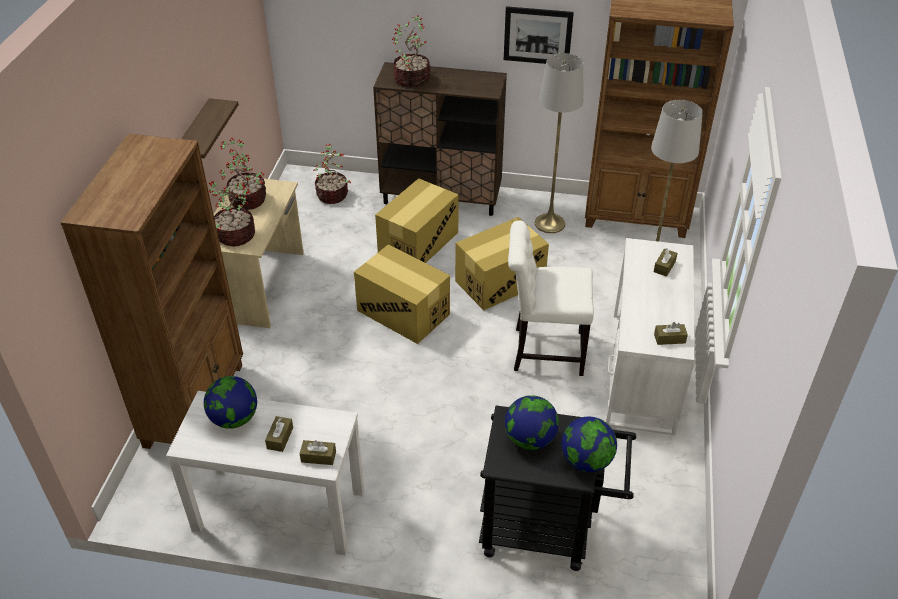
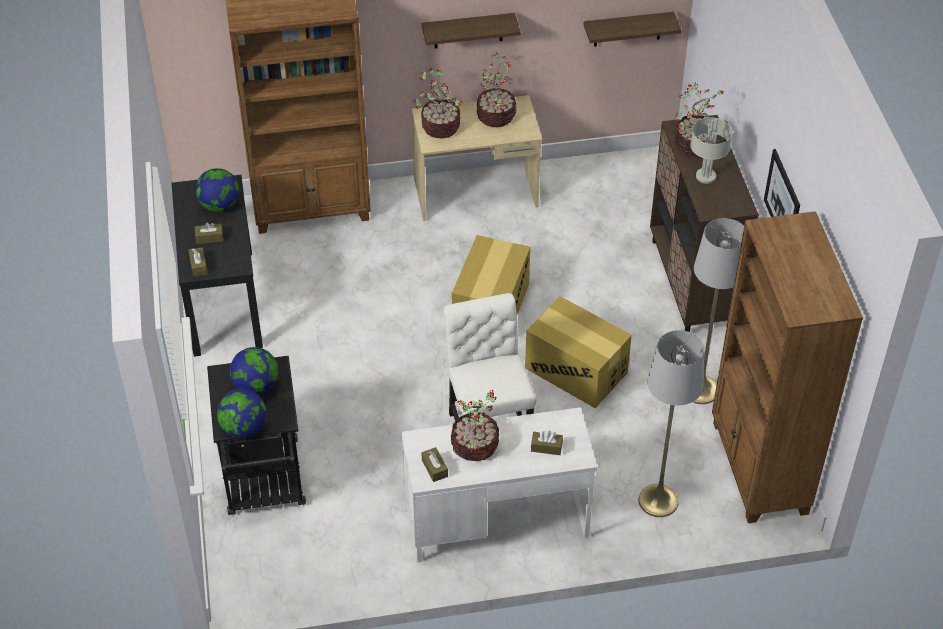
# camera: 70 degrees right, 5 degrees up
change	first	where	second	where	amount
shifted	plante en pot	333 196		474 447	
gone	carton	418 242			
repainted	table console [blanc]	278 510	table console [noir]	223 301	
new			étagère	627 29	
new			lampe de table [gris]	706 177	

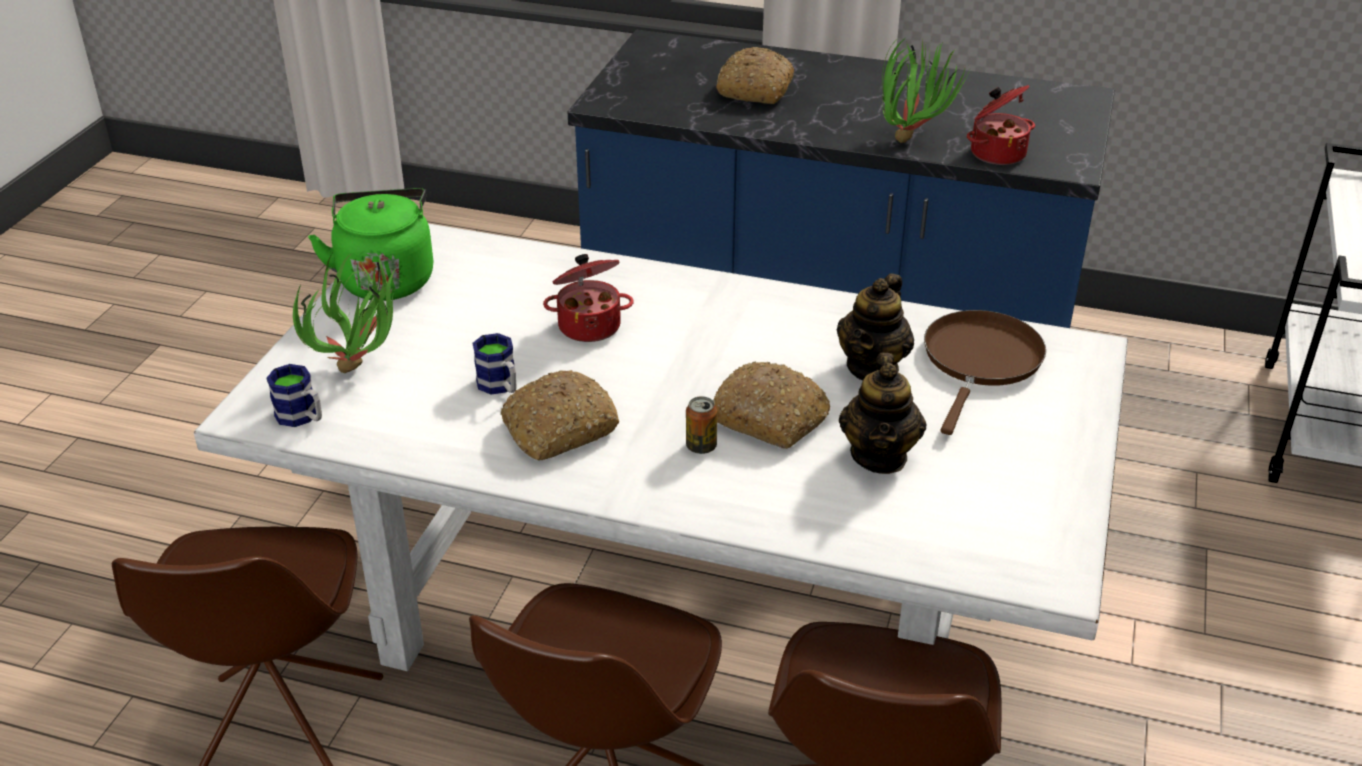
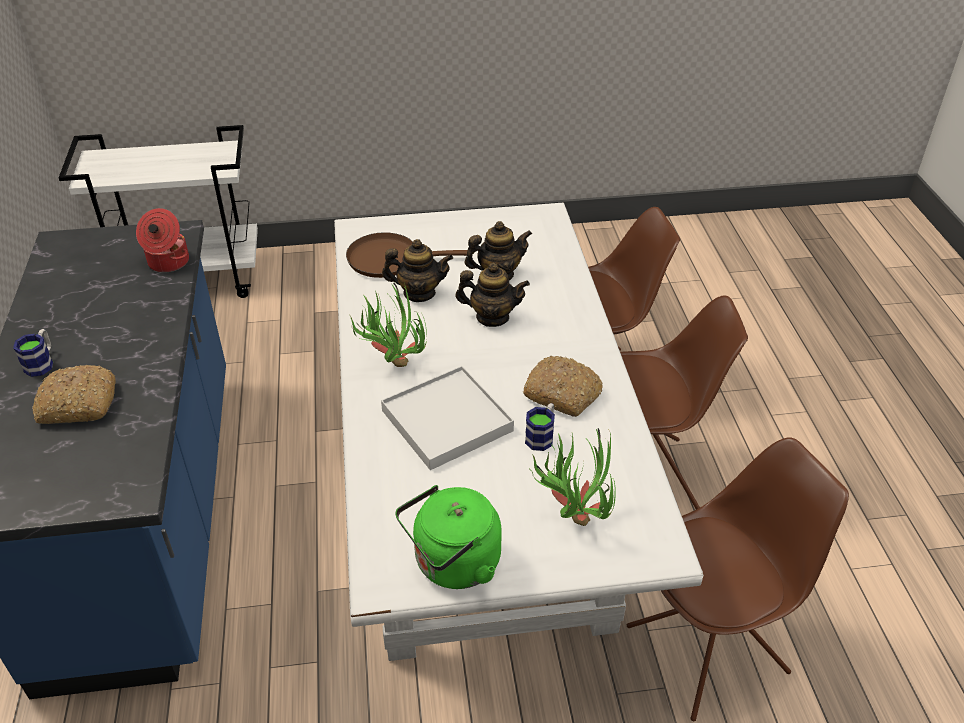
# camera: 115 degrees left, 5 degrees up
change	first	where	second	where	amount
shifted	plante en pot	912 138		392 362	
swapped	marmite	589 325	plateau [blanc]	447 421	
swapped	pain	771 417	théière	492 317	
shifted	mug	302 417		42 362	
gone	boîte métallique	701 446			

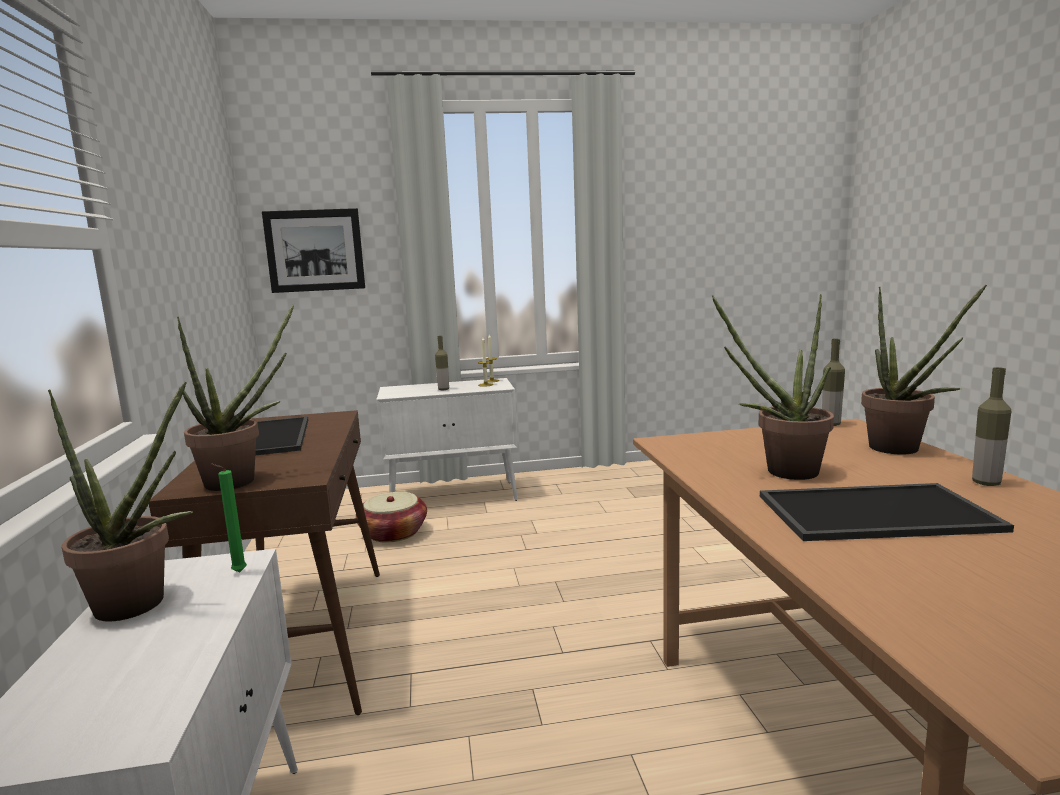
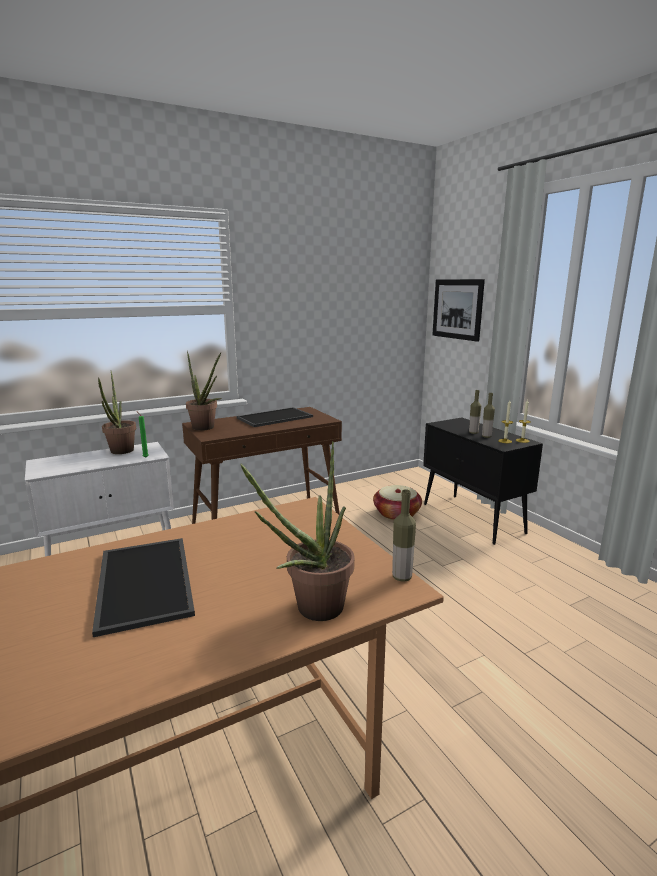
# camera: 70 degrees right, 5 degrees up
change	first	where	second	where	amount
gone	plante en pot	781 472			
shifted	bouteille	986 483		486 436	
repainted	meuble de rangement [blanc]	454 497	meuble de rangement [noir]	473 518	

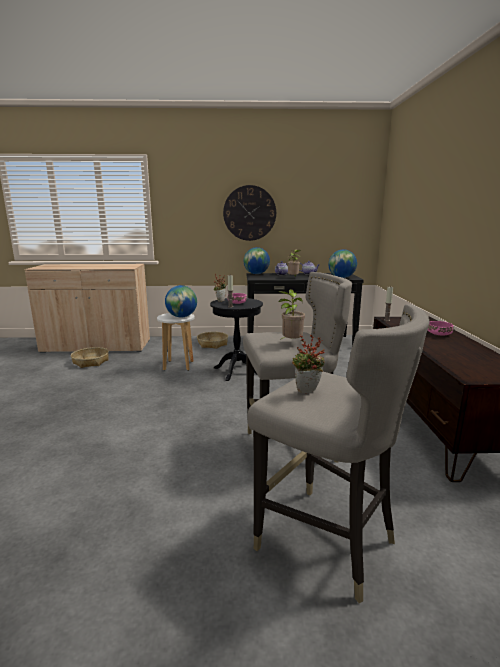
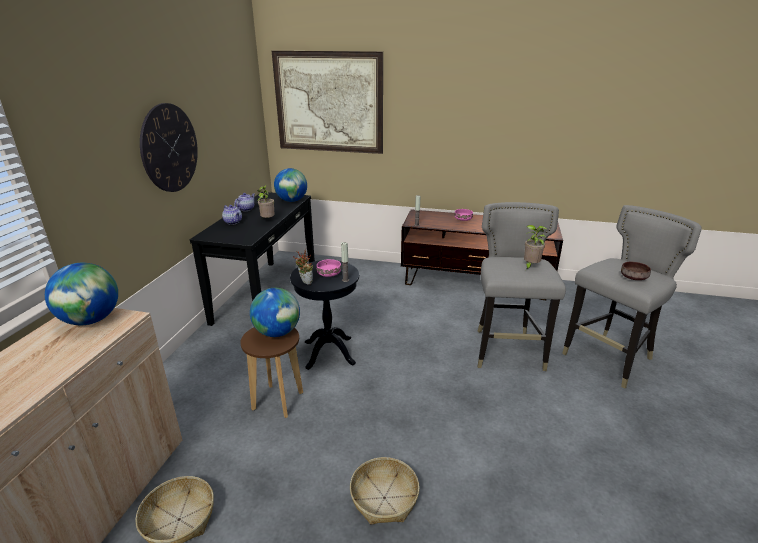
# camera: 75 degrees left, 10 degrees up
change	first	where	second	where	amount
shifted	globe	256 274		91 320	
repainted	tabouret [blanc]	178 365	tabouret [marron]	278 401	
shifted	panier	212 344		384 498	
swapped	plante en pot	307 392	bol [marron]	632 277	
new			tableau	328 103	

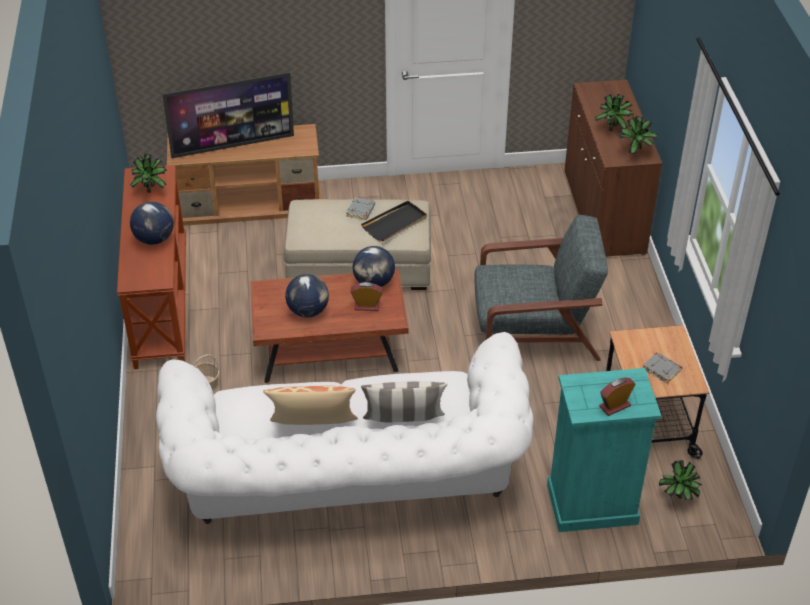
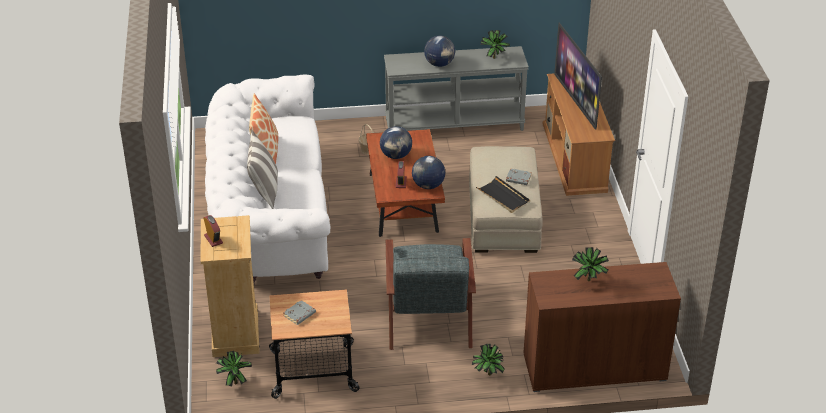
# camera: 90 degrees right, 5 degrees down
change	first	where	second	where	amount
shifted	plante en pot	636 154		487 375	
repainted	table console [marron]	160 302	table console [gris]	454 124	
repainted	commode [turquoise]	591 504	commode [beige]	235 333	

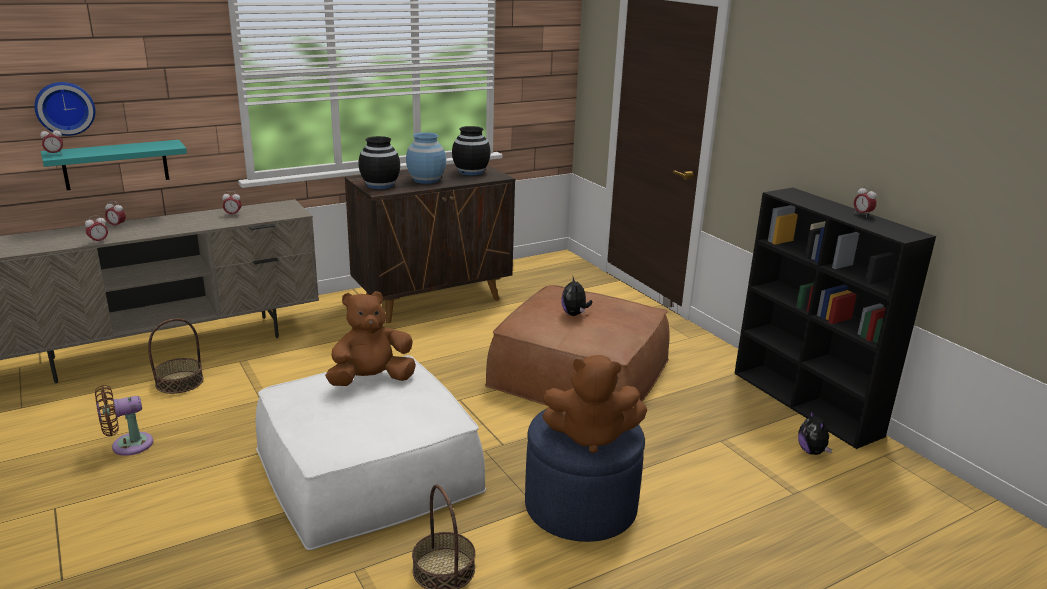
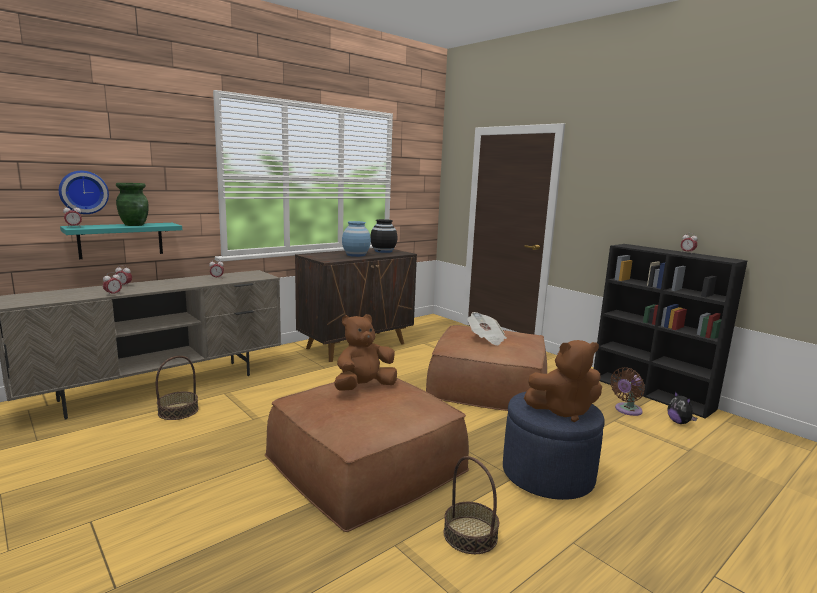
# camera: 10 degrees left, 10 degrees down
change	first	where	second	where	amount
gone	vase [noir]	380 185			
swapped	peluche	574 314	journal	486 339	
repainted	pouf [blanc]	368 469	pouf [marron]	366 462	
shifted	ventilateur [marron]	127 445		626 410	
new			vase [vert]	134 225	

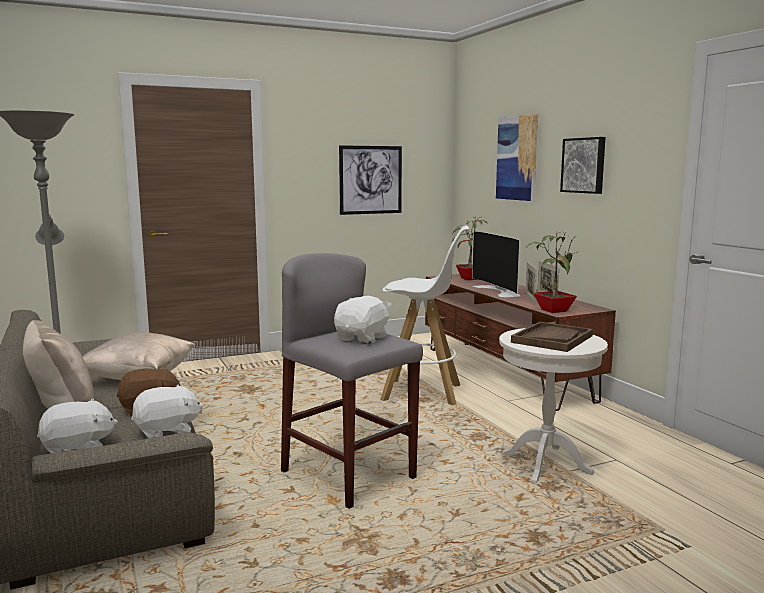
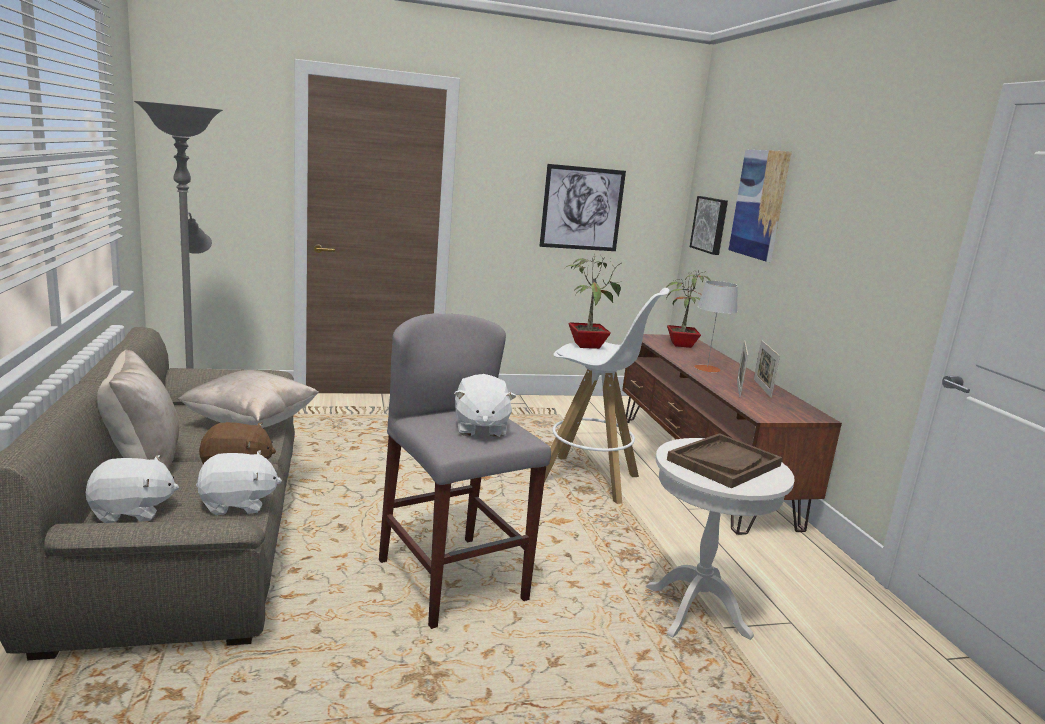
# camera: 10 degrees right, 5 degrees up
change	first	where	second	where	amount
shifted	tableau	584 165		710 225	
swapped	téléviseur	499 290	lampe de table [gris]	707 368	
shifted	plante en pot	553 310		586 345	
rotated	peluche [blanc]	362 338		480 428	135 degrees clockwise

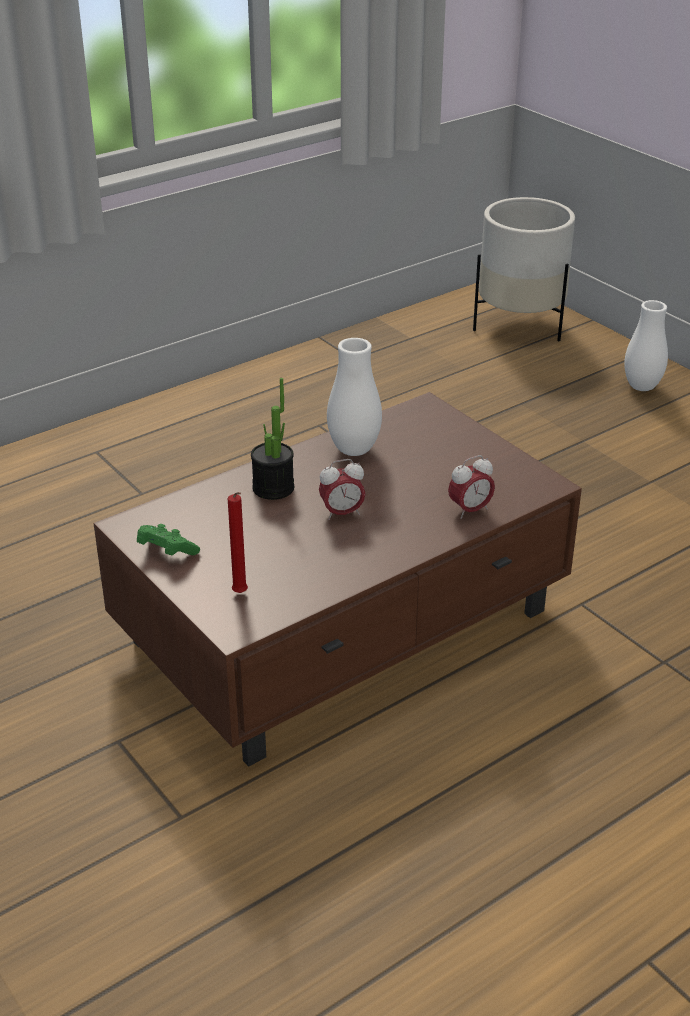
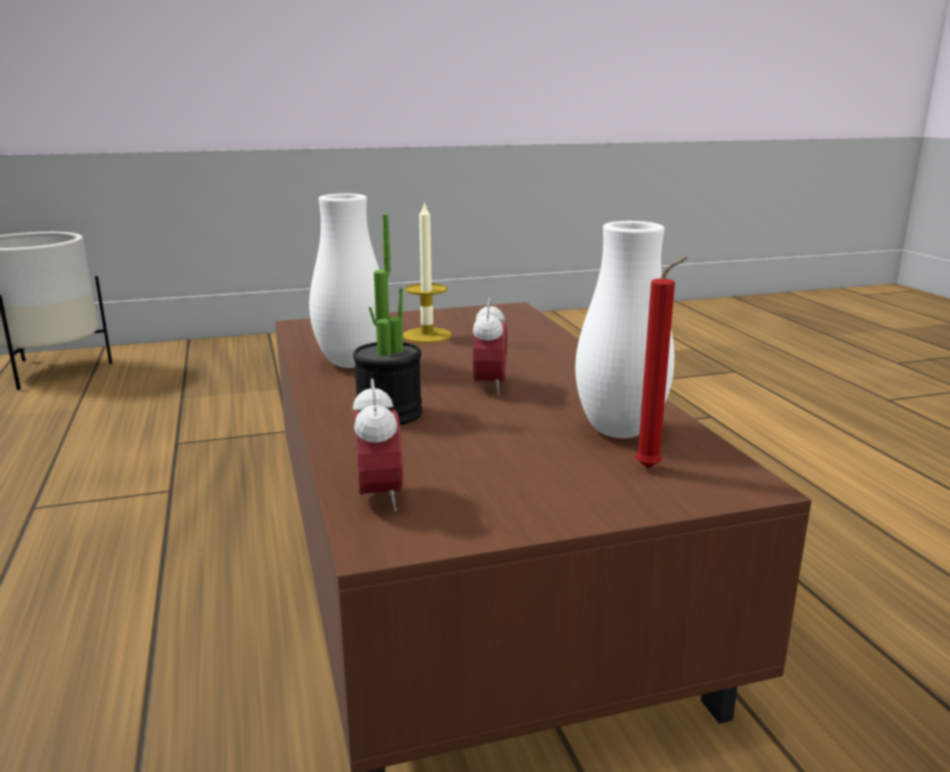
# camera: 70 degrees left, 15 degrees down
change	first	where	second	where	amount
shifted	vase [blanc]	641 387		619 431	
shifted	réveil	470 510		379 498	
gone	manette [vert]	166 552			
new			bougie	427 335	

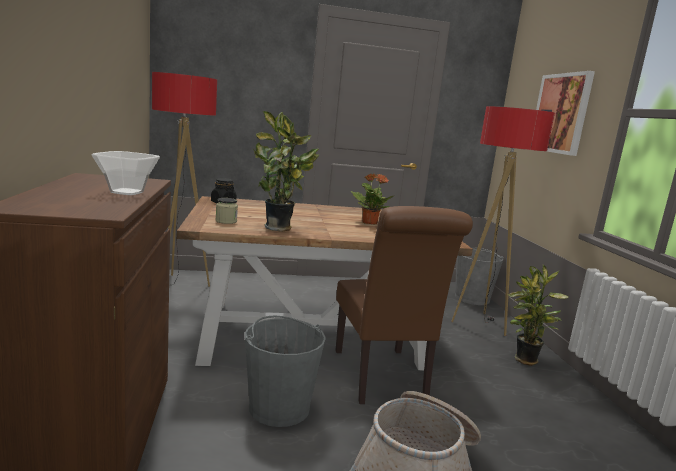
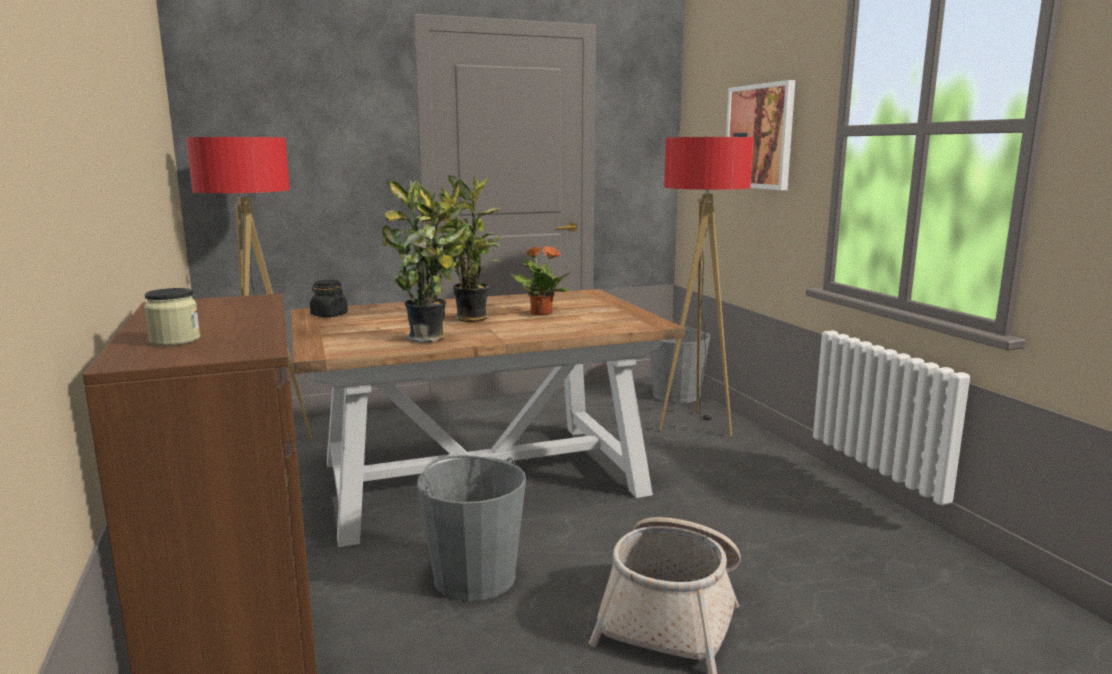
# camera: 10 degrees left, 0 degrees up
change	first	where	second	where	amount
gone	bol	128 192			
shifted	bocal	226 221		175 340	
gone	chaise [marron]	382 378			
shifted	plante en pot	524 361		469 319	

